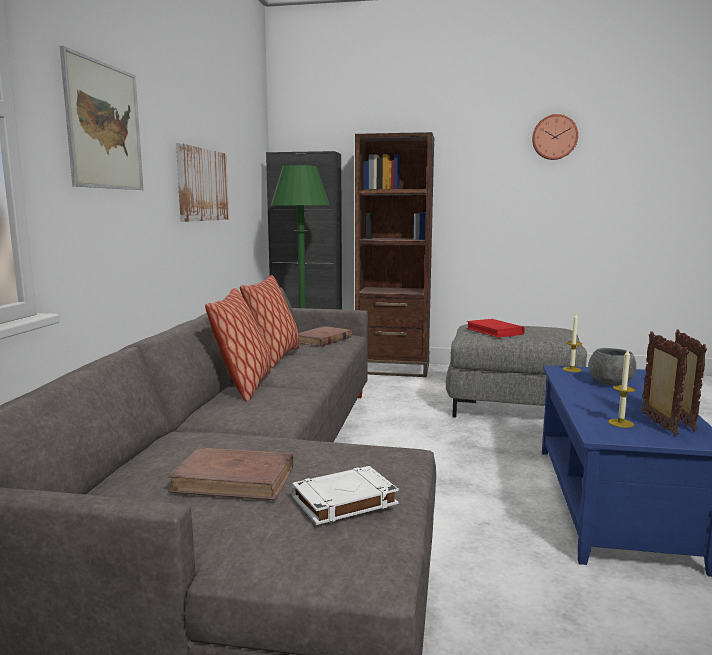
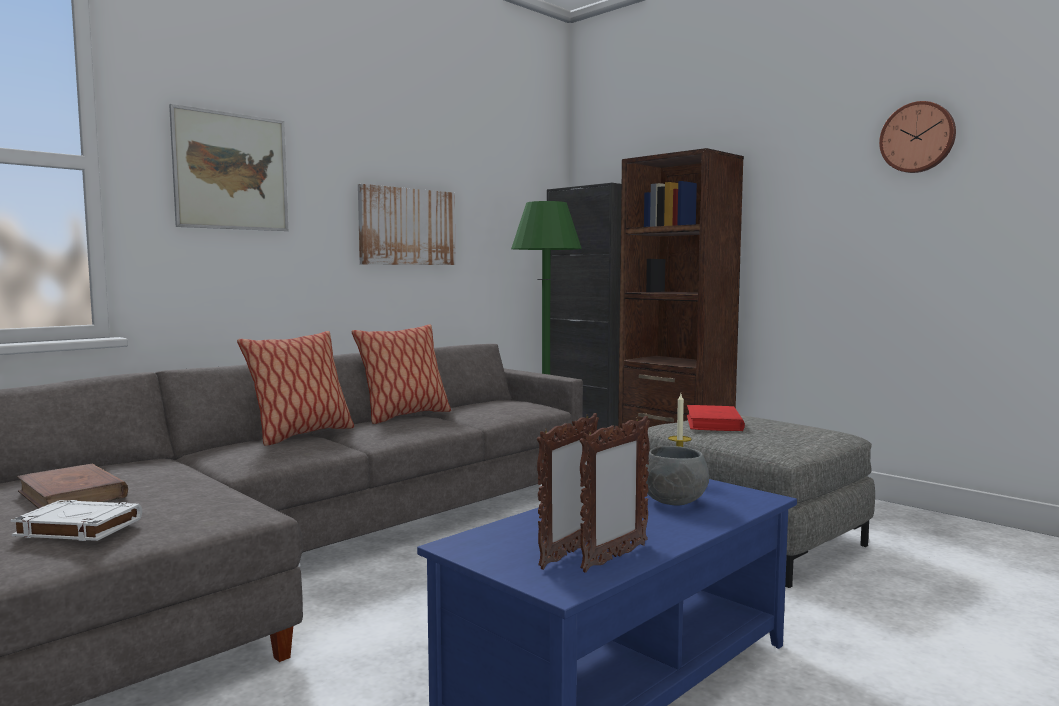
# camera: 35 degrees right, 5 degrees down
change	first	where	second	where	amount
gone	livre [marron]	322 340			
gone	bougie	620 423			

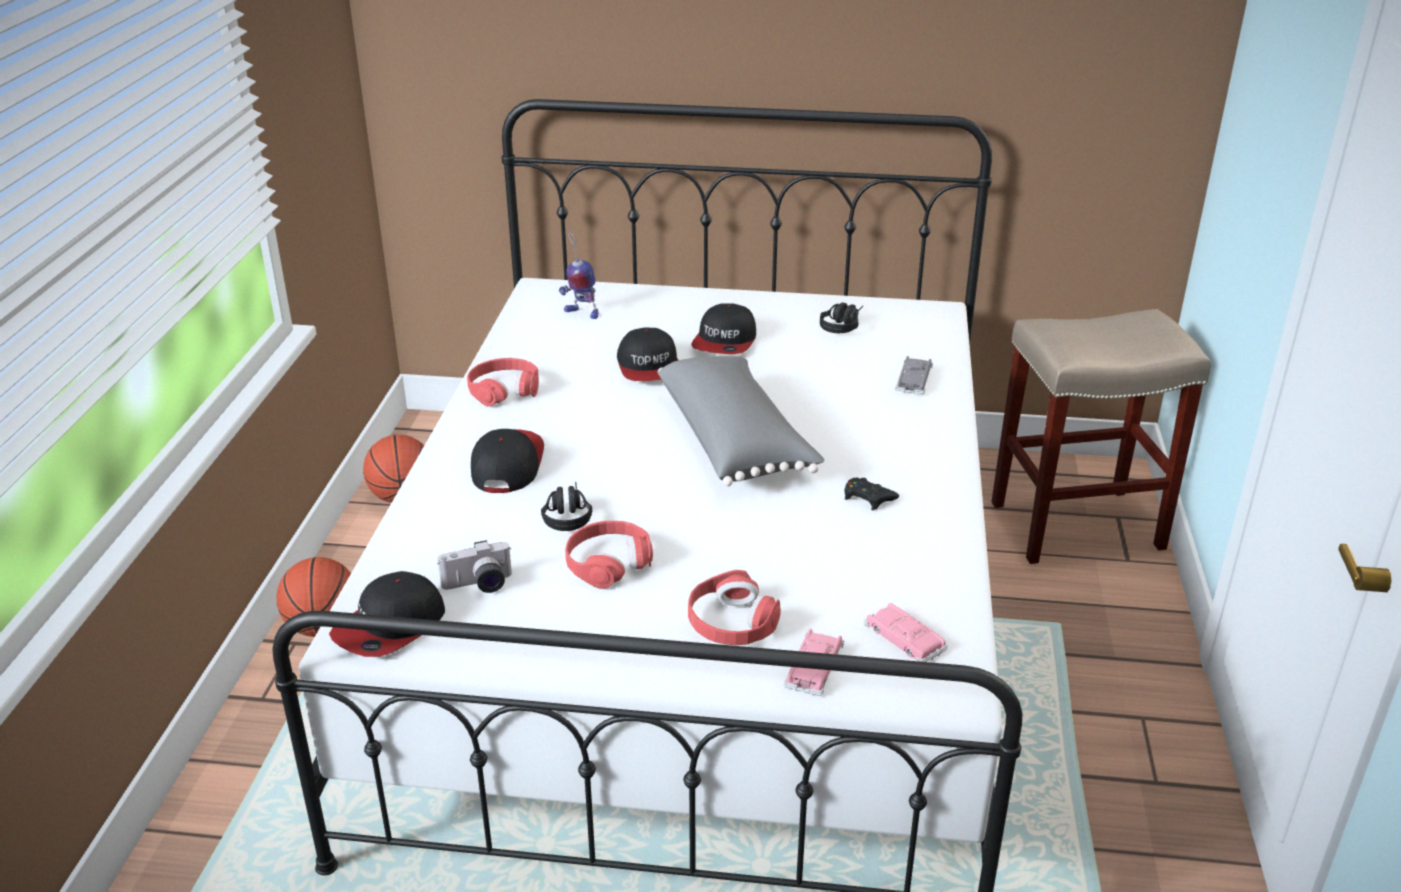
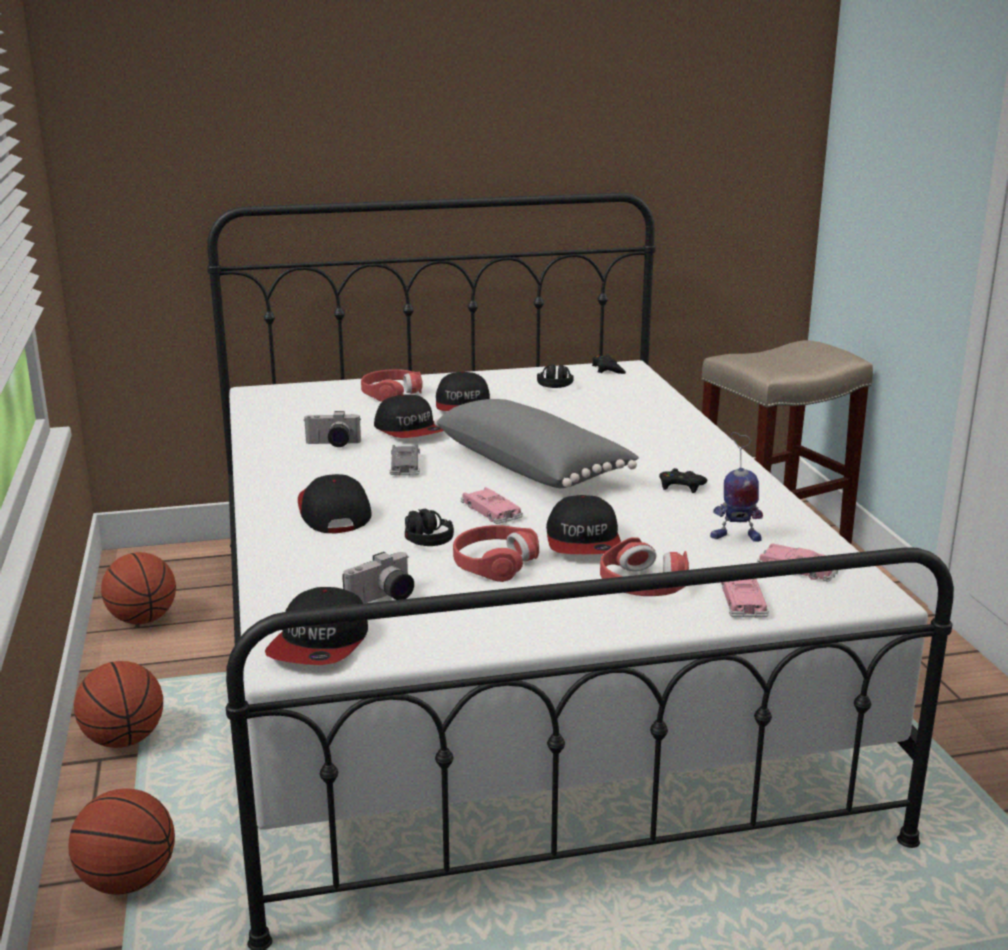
# camera: 20 degrees left, 10 degrees down
change	first	where	second	where	amount
shifted	robot jouet	581 313		735 537	
shifted	petite voiture [gris]	913 380		405 465	
shifted	casque audio [rouge]	504 390		391 393	
new			manette [noir]	607 369	
new			appareil photo	333 444	
new			petite voiture [rose]	491 511	
new			casquette	583 541	
new			ballon de basket	127 881	

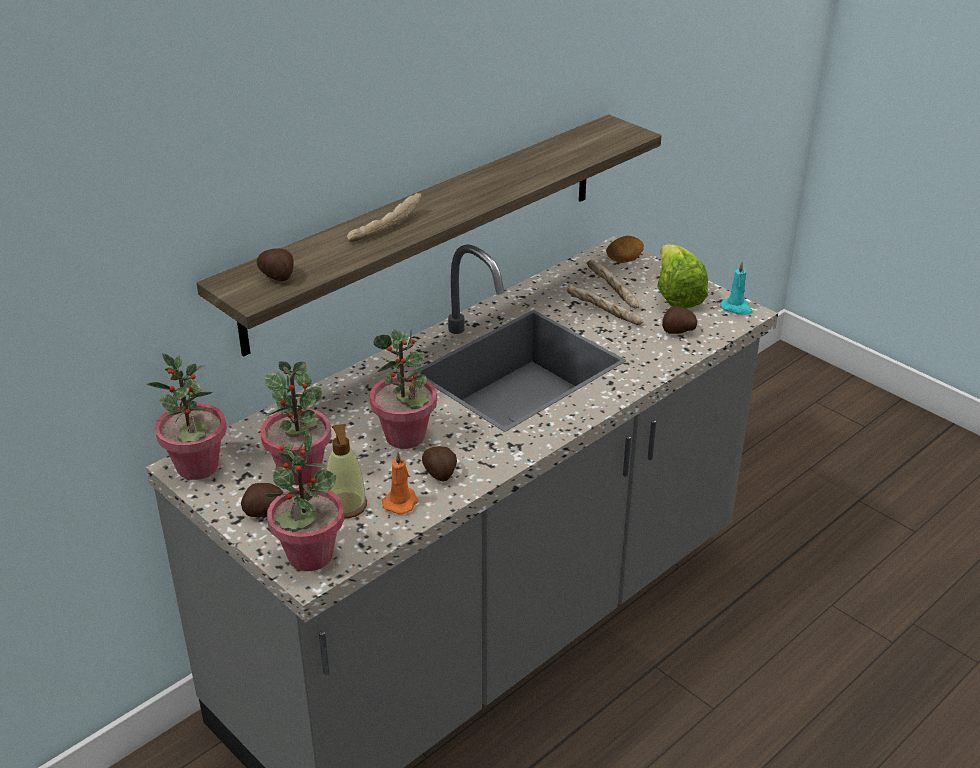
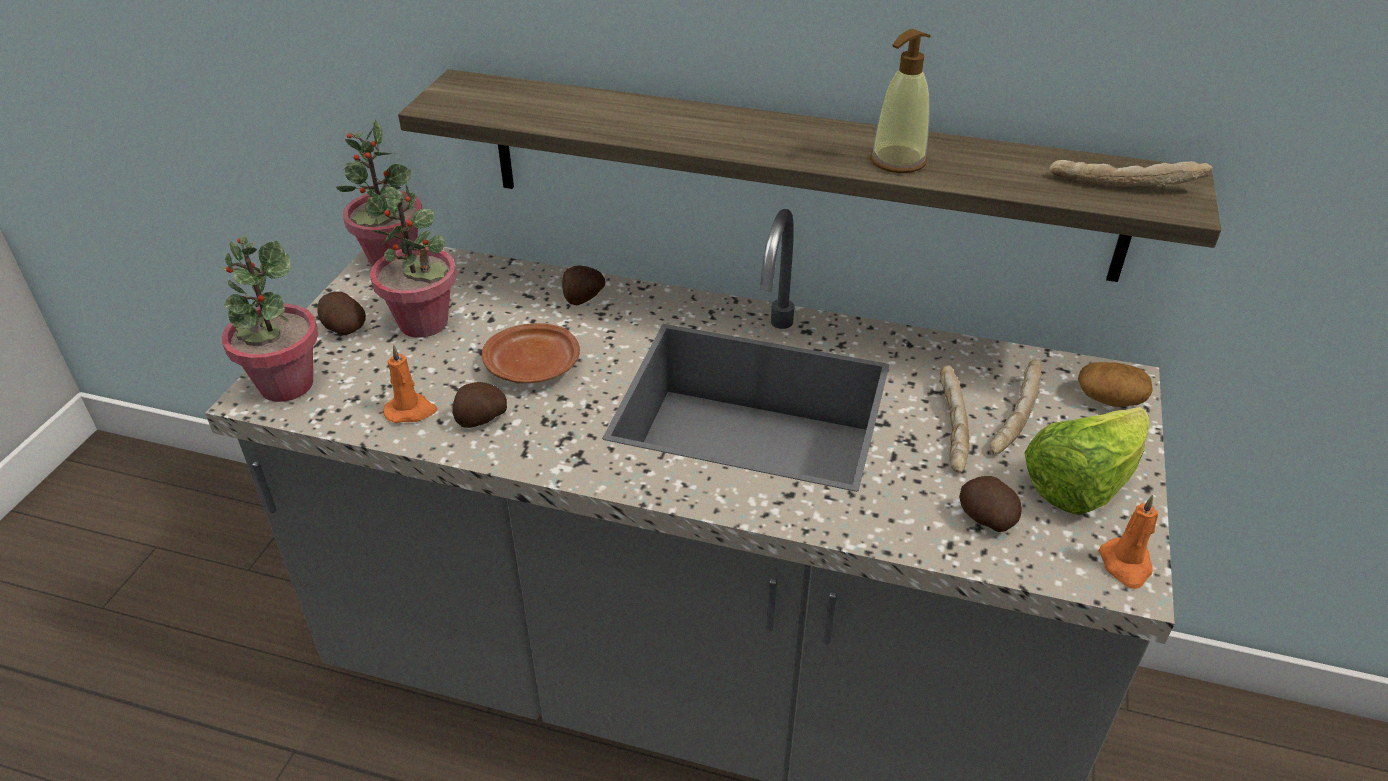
# camera: 60 degrees right, 5 degrees up
change	first	where	second	where	amount
shifted	pain	385 226		1124 183	
shifted	pomme de terre	278 277		582 298	
repainted	bougie [turquoise]	737 308	bougie [orange]	1126 565	
swapped	plante en pot	405 437	assiette [marron]	534 367	
shifted	distributeur de savon	346 506		897 161	

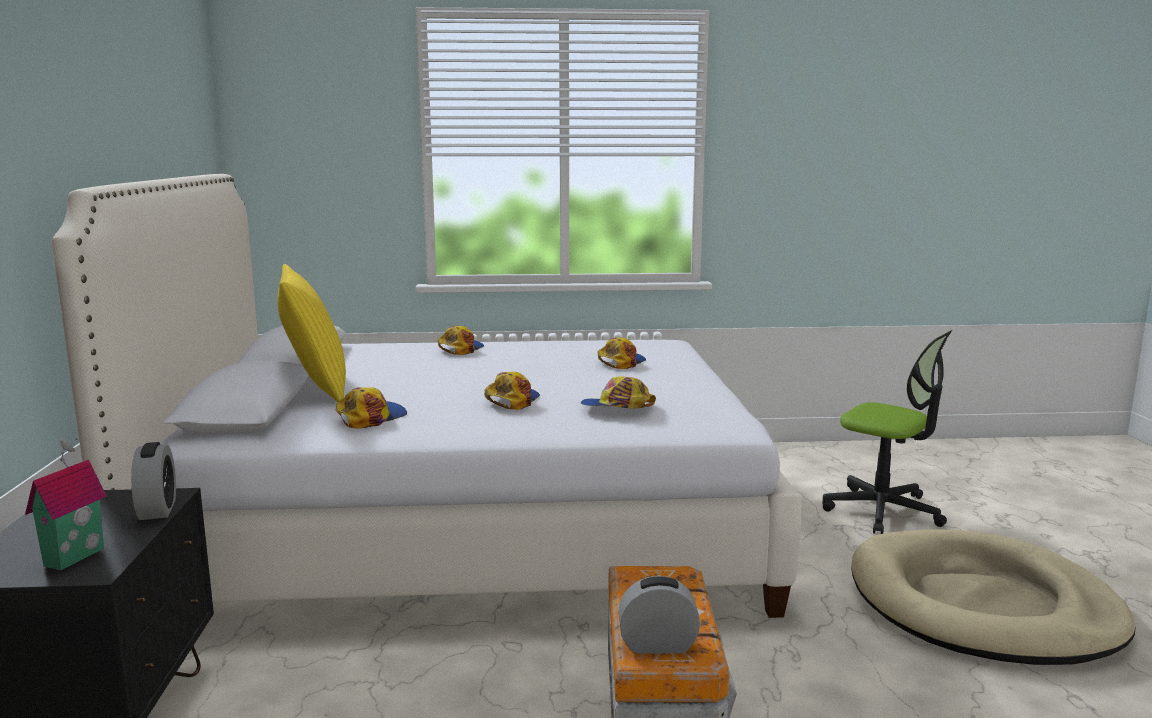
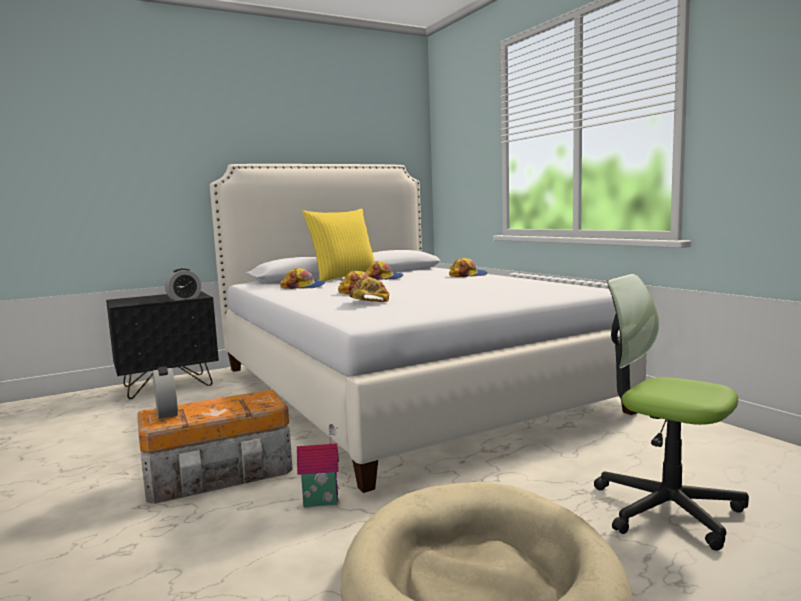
# camera: 65 degrees right, 5 degrees down
change	first	where	second	where	amount
rotated	chaise de bureau	883 511		666 508	120 degrees clockwise
shifted	casquette	620 362		383 278	
shifted	maison miniature	72 556		321 501	

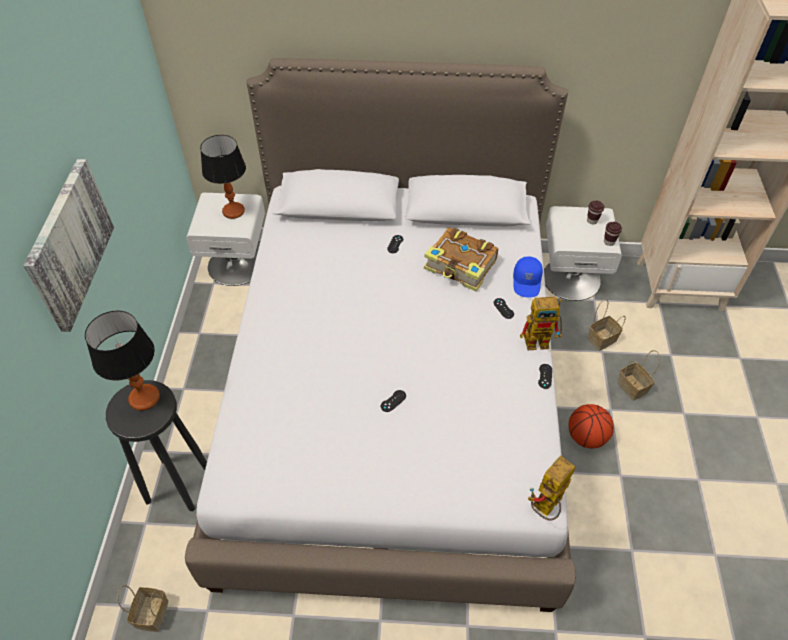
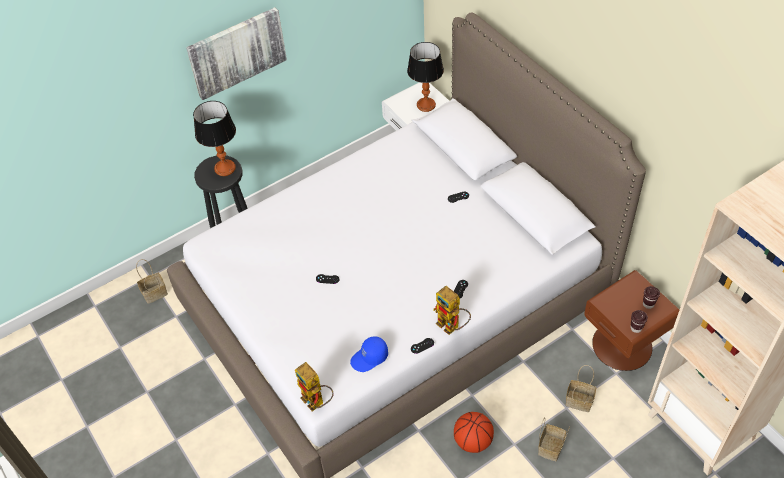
# camera: 55 degrees right, 0 degrees up
change	first	where	second	where	amount
repainted	table de chevet [blanc]	571 278	table de chevet [marron]	623 344	
gone	livre	461 266			
shifted	casquette [bleu]	527 282		369 358	
rotated	robot jouet	545 508		317 402	135 degrees counterclockwise

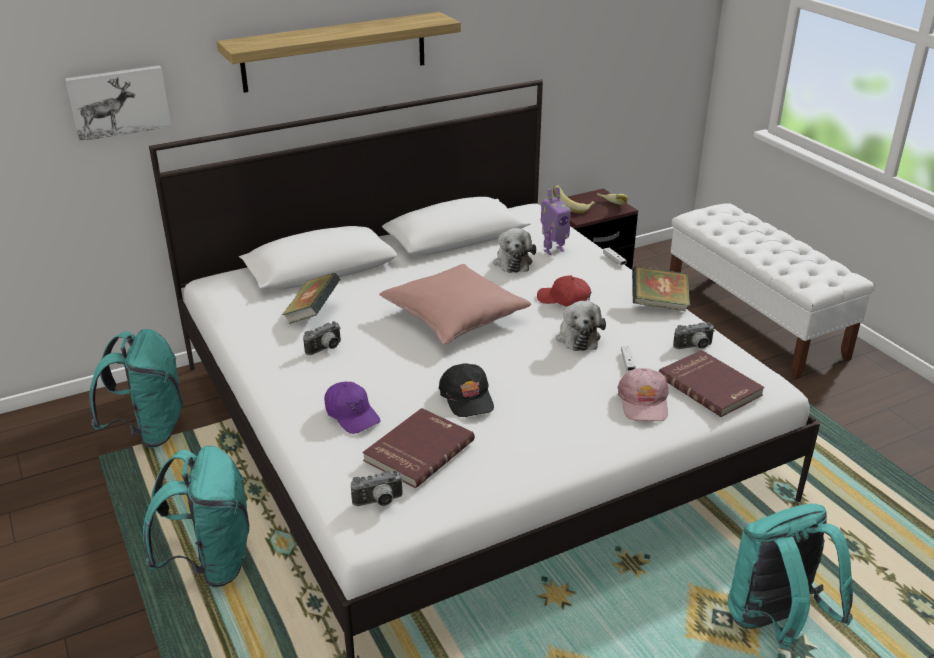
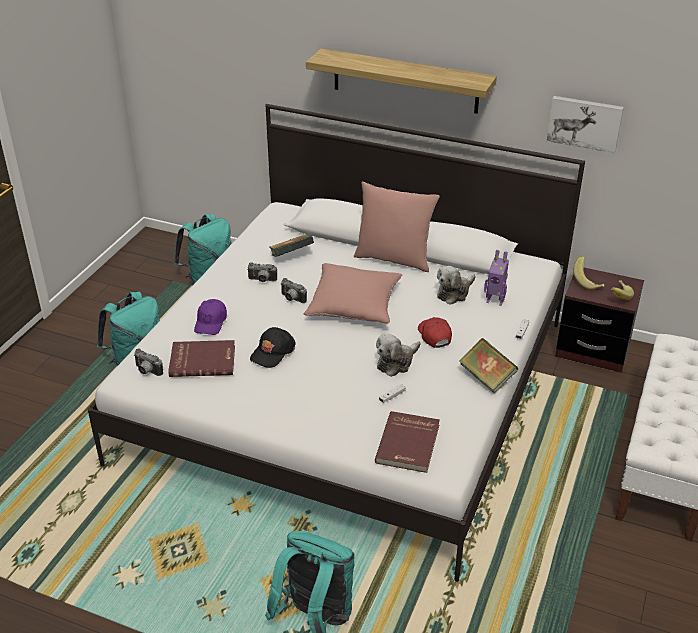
# camera: 50 degrees right, 5 degrees up
change	first	where	second	where	amount
shifted	tableau	119 101		584 123	
shifted	appareil photo	694 347		291 299	
gone	casquette [rose]	643 402			
new			coussin [rose]	394 259	

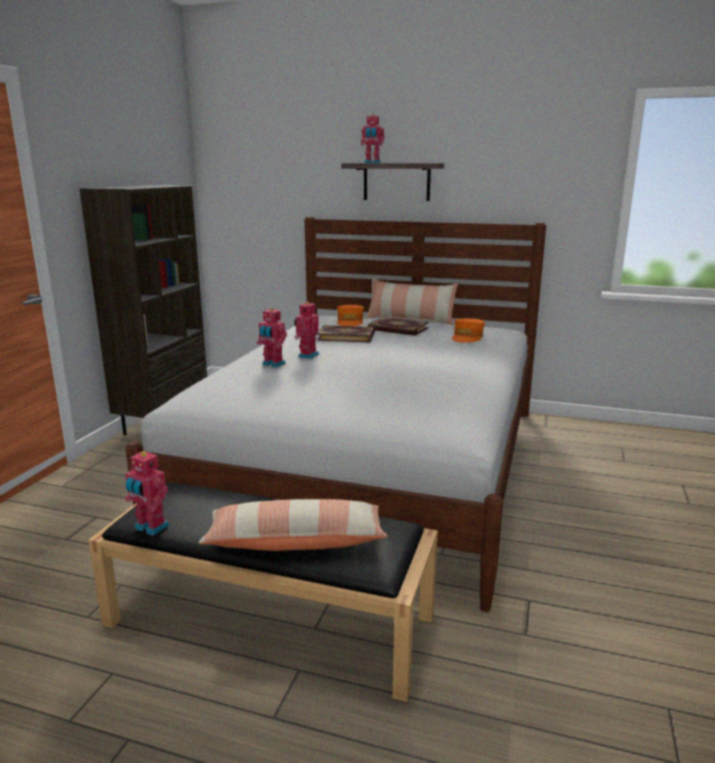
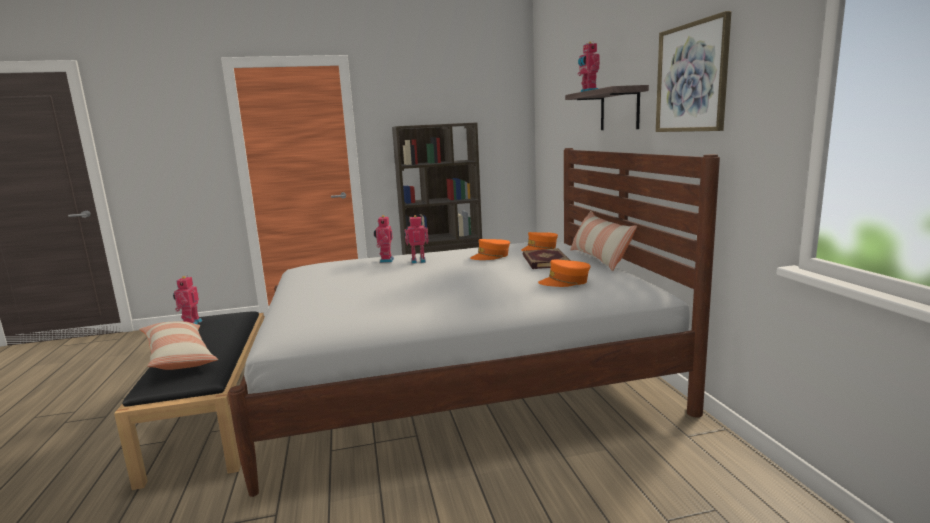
# camera: 60 degrees right, 5 degrees down
change	first	where	second	where	amount
swapped	livre	346 336	casquette [orange]	491 256	
new			tableau	691 78	

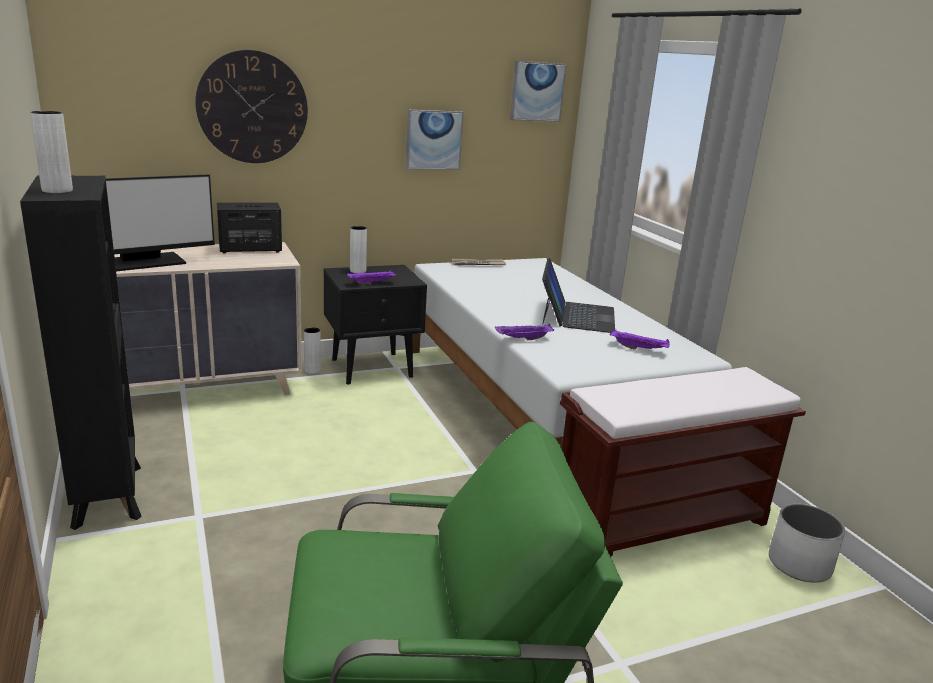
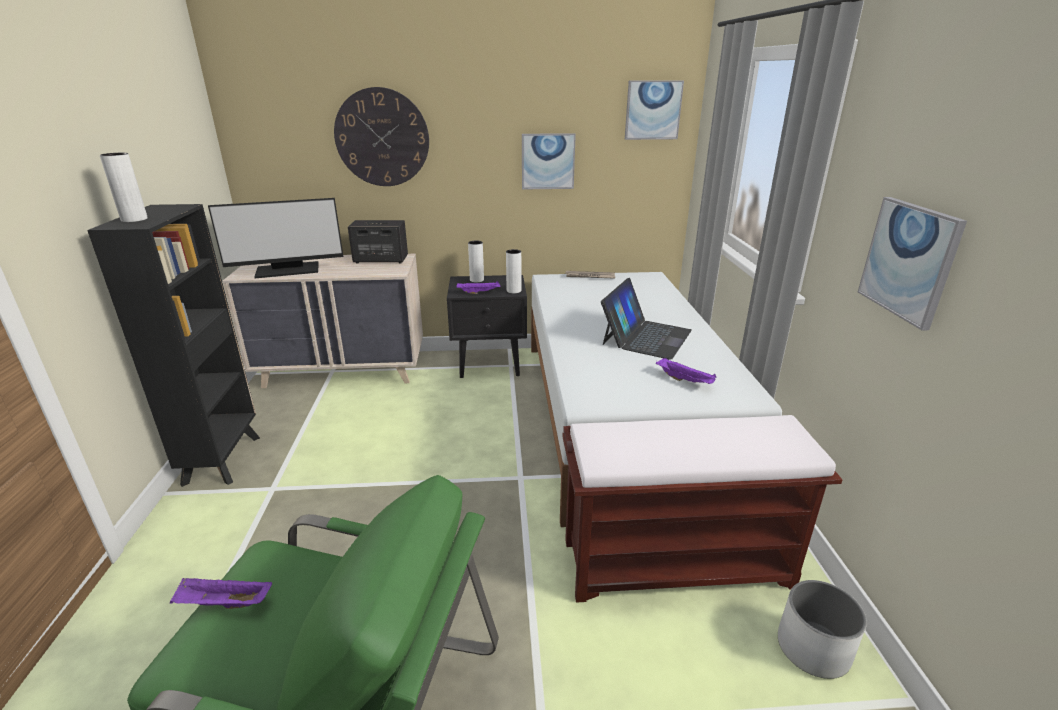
# camera: 20 degrees right, 5 degrees up
change	first	where	second	where	amount
shifted	plateau [violet]	523 339		223 604	
shifted	vase [blanc]	312 370		514 291	
new			tableau	909 260	

